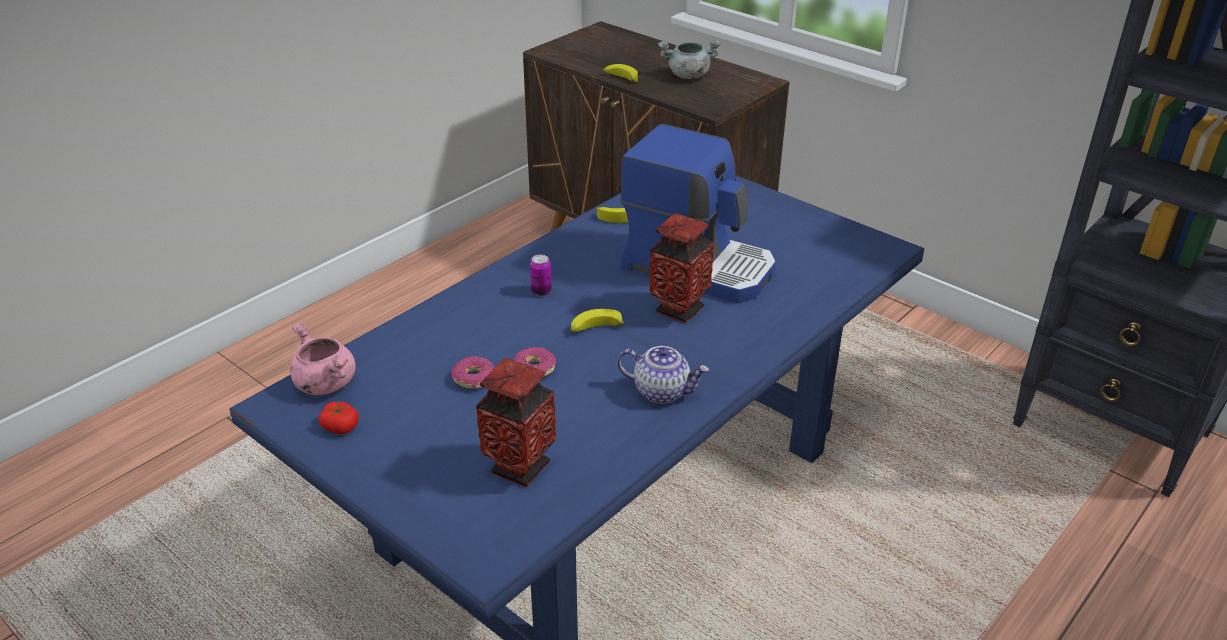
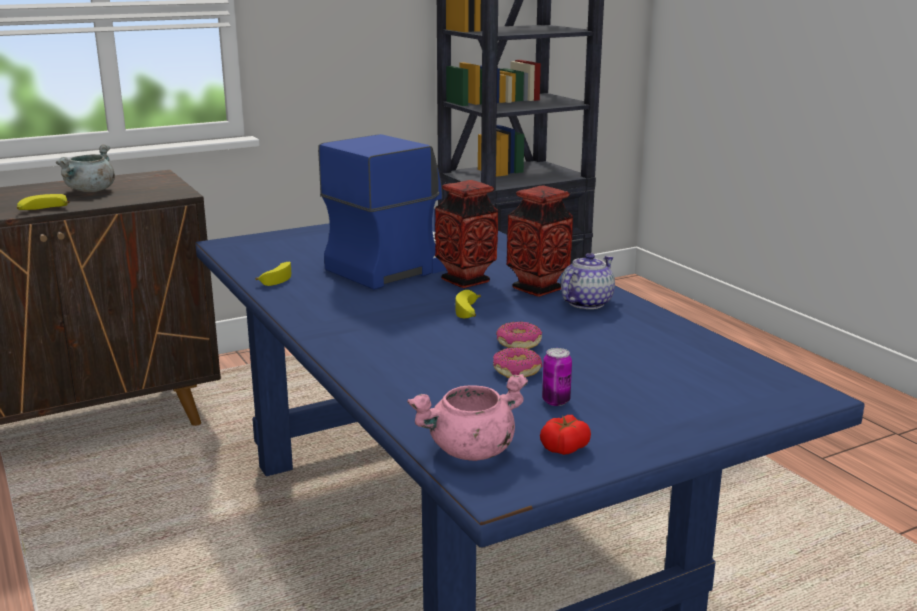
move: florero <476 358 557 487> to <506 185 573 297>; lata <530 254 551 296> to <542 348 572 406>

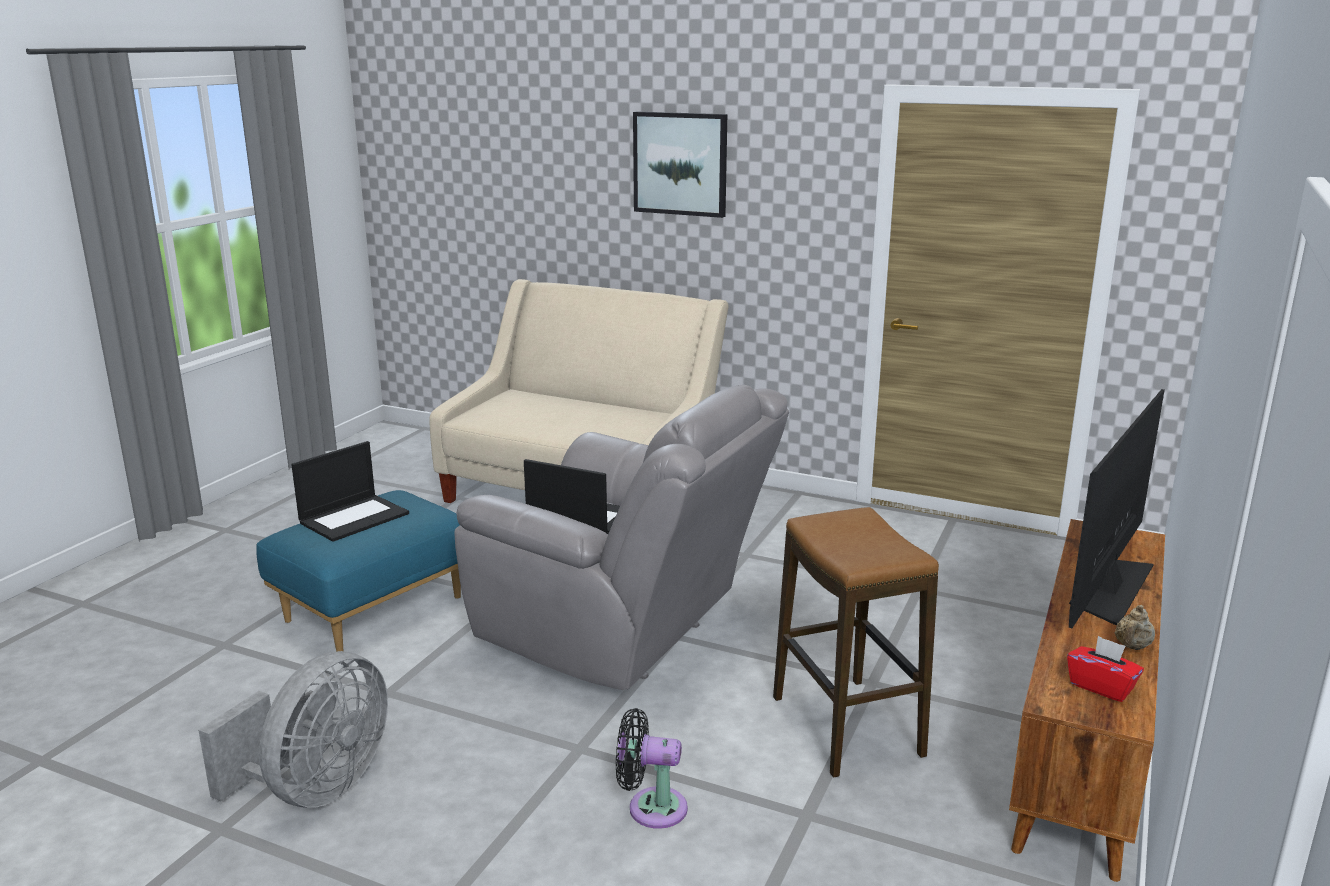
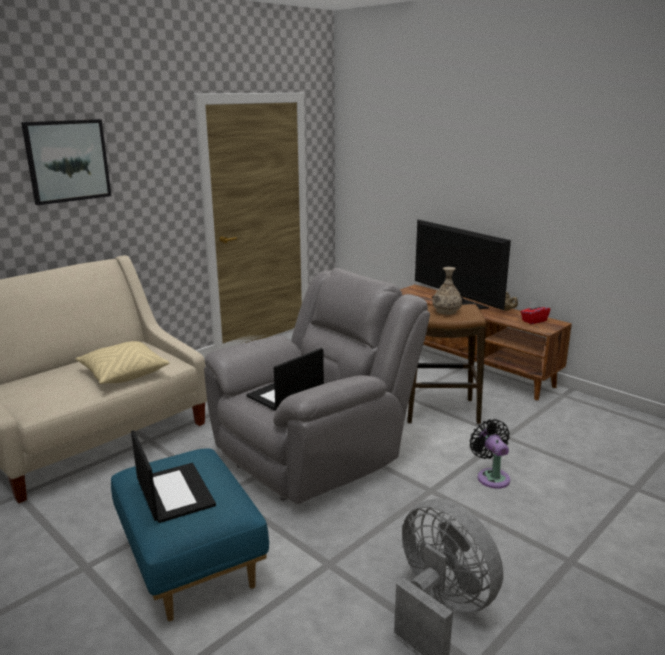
insert: cojín/beis <76 341 170 384>; florero <432 267 462 315>
rotate: ventilador/negro <616 708 688 829> = <470 419 510 489> 135 degrees clockwise

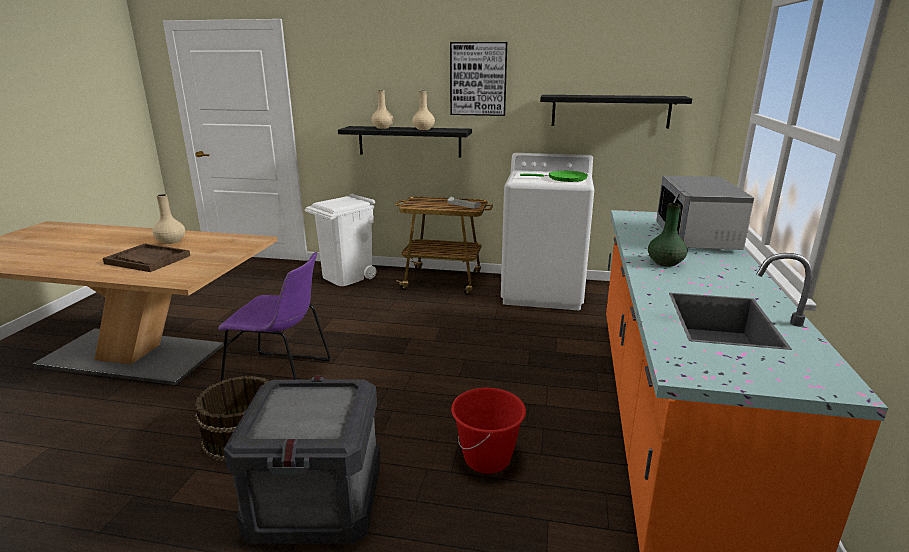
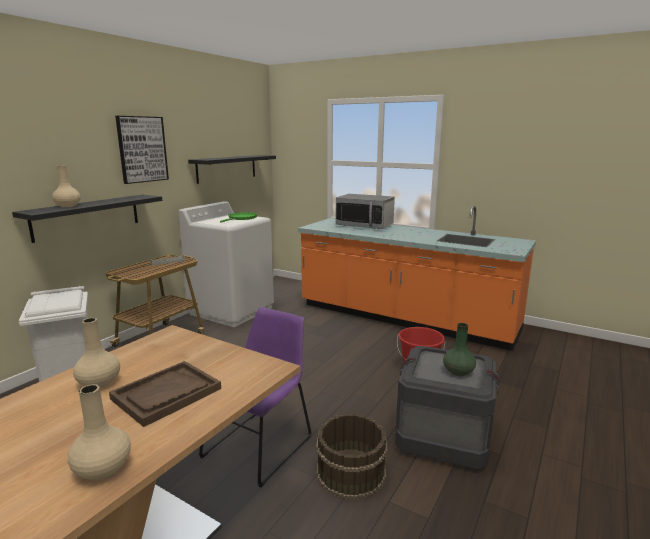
move: florero/beis <412 91 435 130> to <67 384 131 480>; florero/verde <648 203 688 266> to <443 323 476 376>

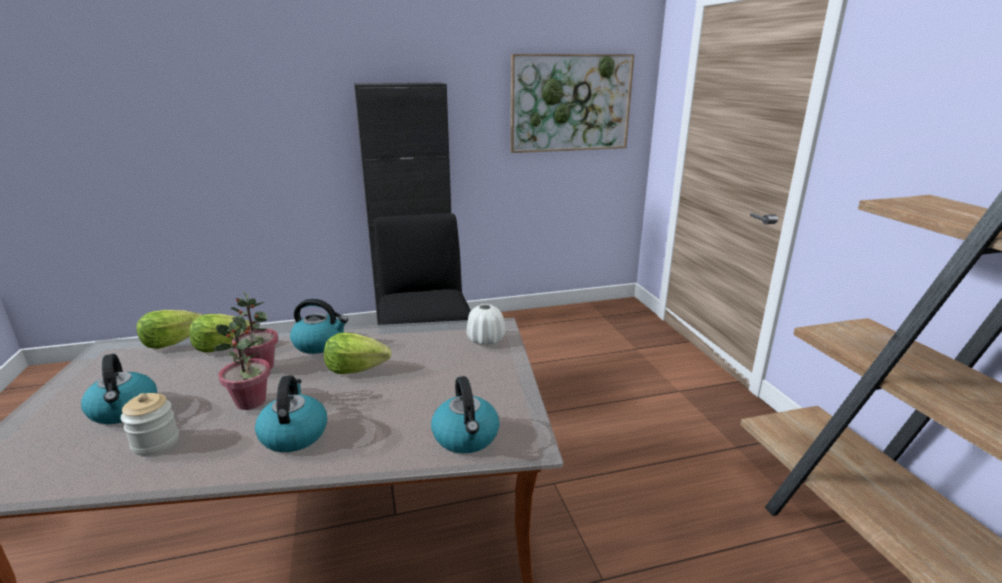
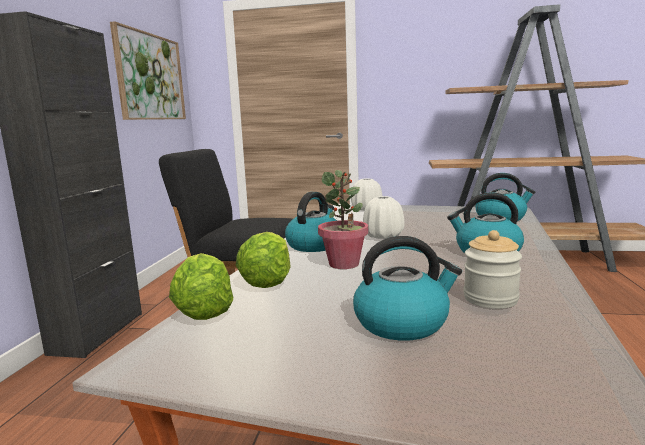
delete: planta en maceta <213 322 271 410>
replace: lechuga <324 332 391 374> to florero/blanco <363 196 404 239>

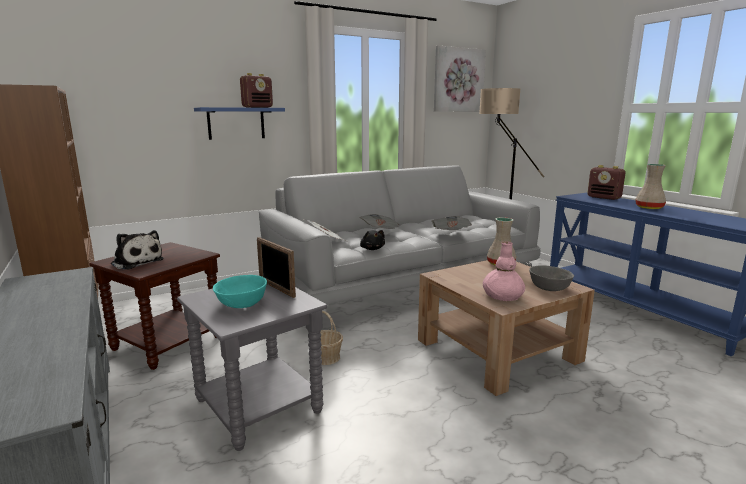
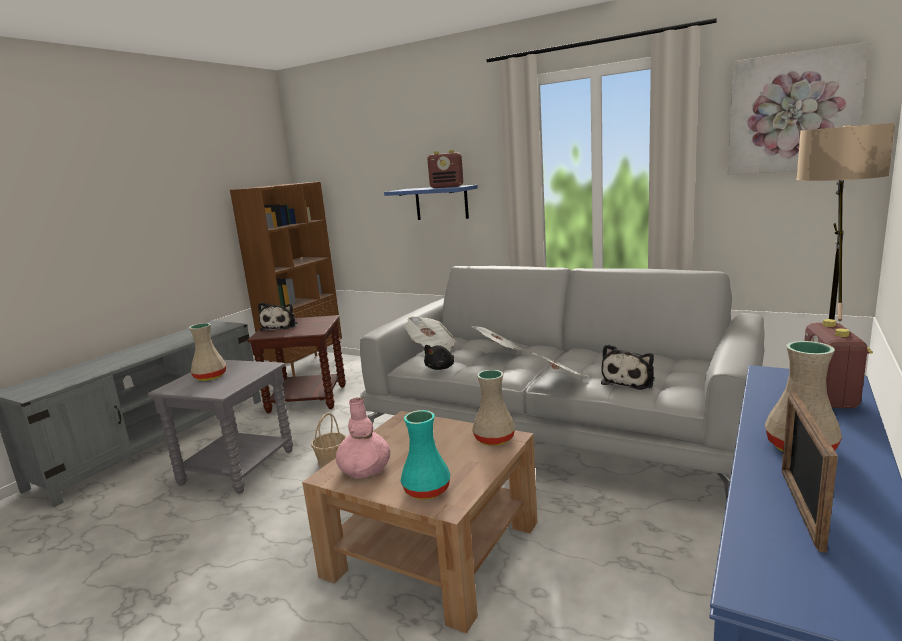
insert: peluche <601 344 655 390>
move: portarretratos <257 237 296 298> to <782 392 838 553>
replace: cuenco/turquesa <213 275 267 308> to florero/beis <189 323 226 381>; cuenco/gris <529 265 574 291> to florero/turquesa <401 410 450 500>

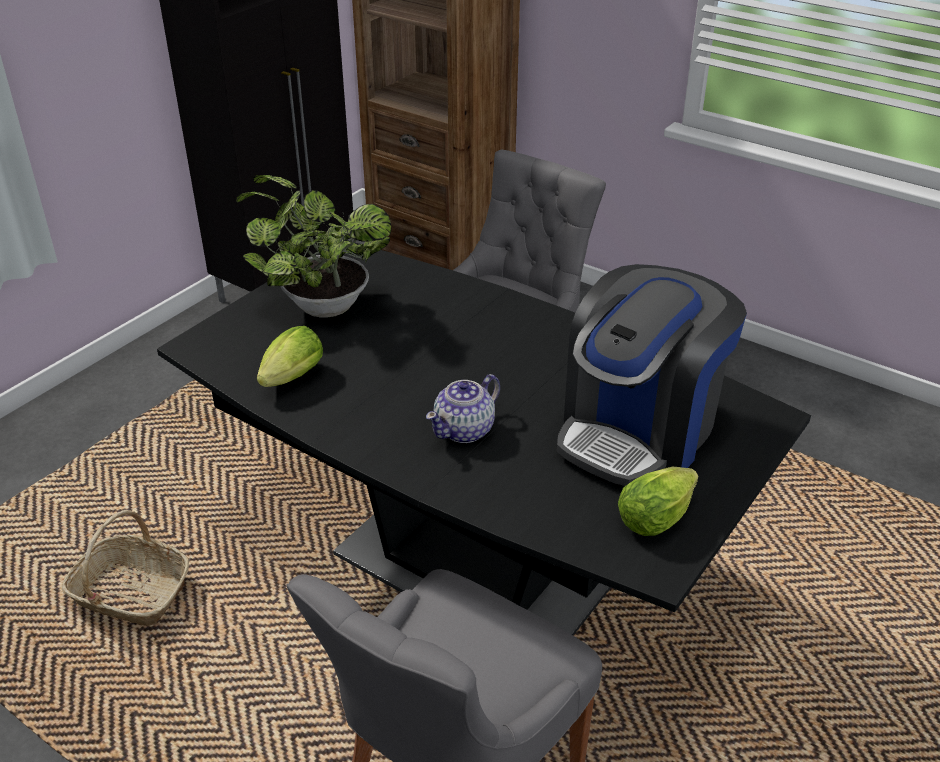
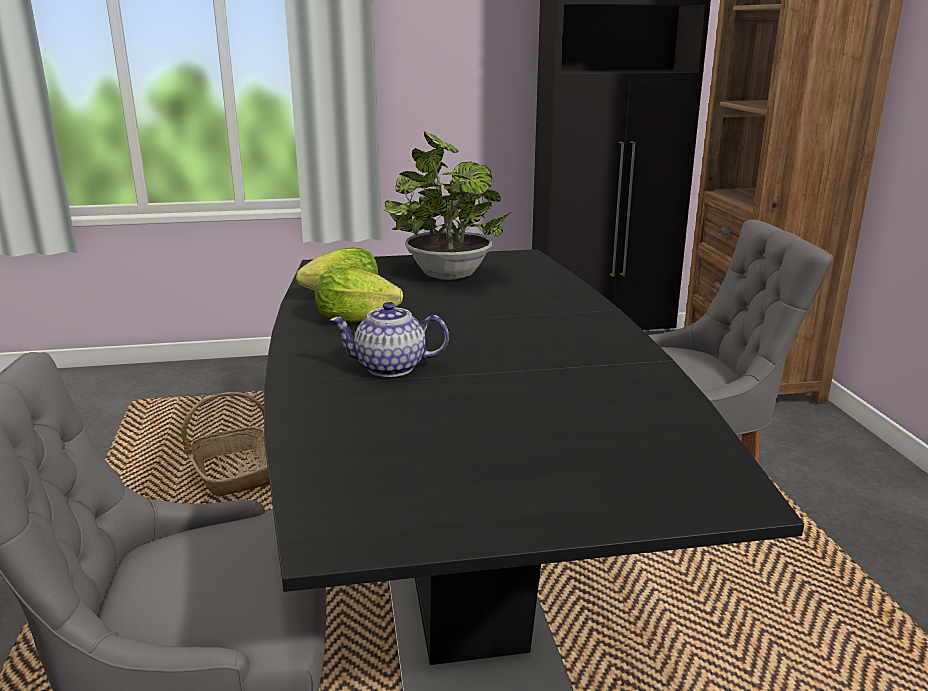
delete: cafetera <557 264 747 486>
move: lechuga <618 467 699 536> to <315 267 403 322>

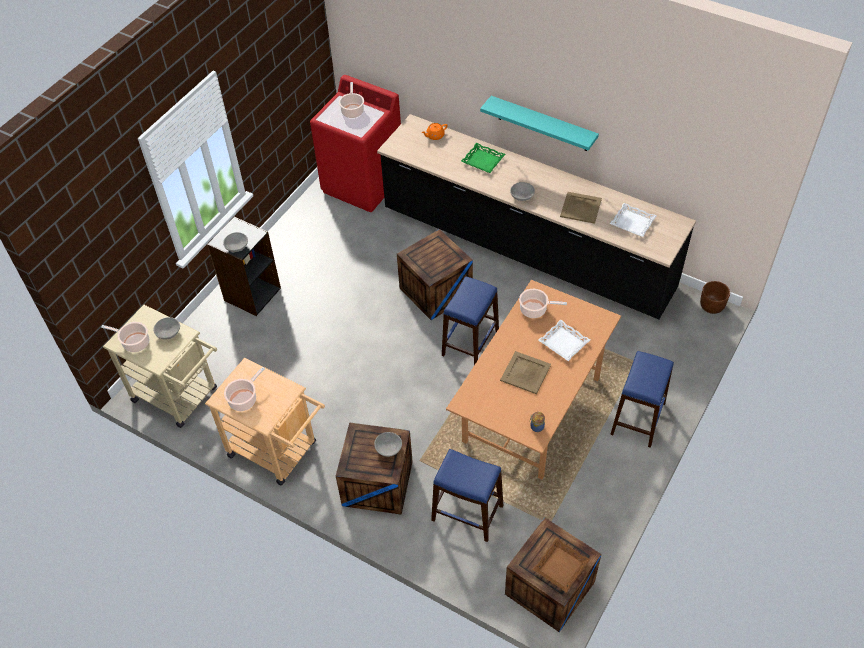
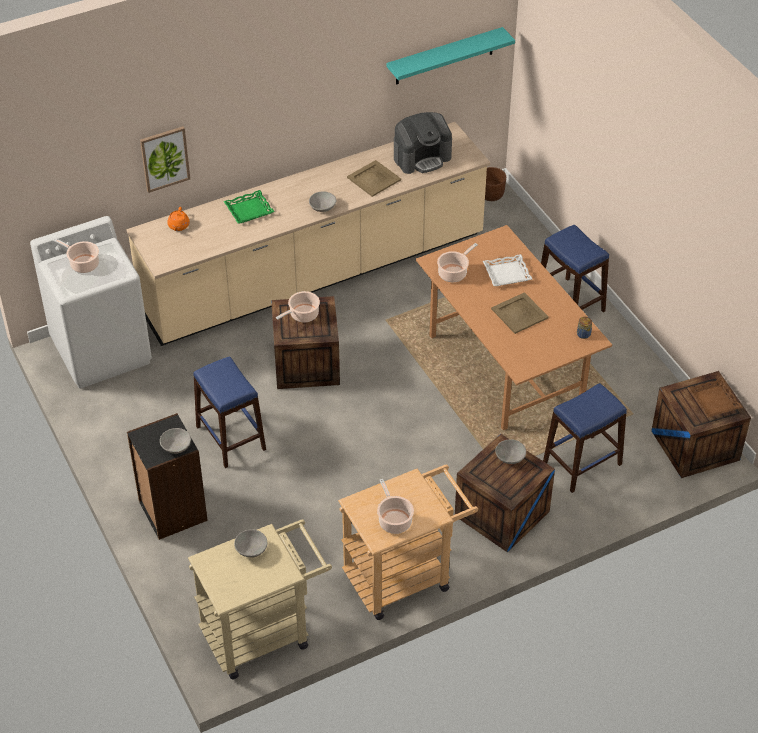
insert: cuadro <140 126 190 193>
move: olla <101 322 149 352> to <276 291 320 322>; taburete/azul <442 277 499 365> to <193 357 266 468>; estante/turquesa <480 96 599 151> to <386 27 515 85>
replace: bandeja/blanco <610 203 656 237> to cafetera <394 112 452 174>
recolor: lavadora/rojo <310 75 401 212> to lavadora/blanco <30 216 152 388>; mueble bajo de cocina/negro <377 114 696 319> to mueble bajo de cocina/beis <126 122 490 346>

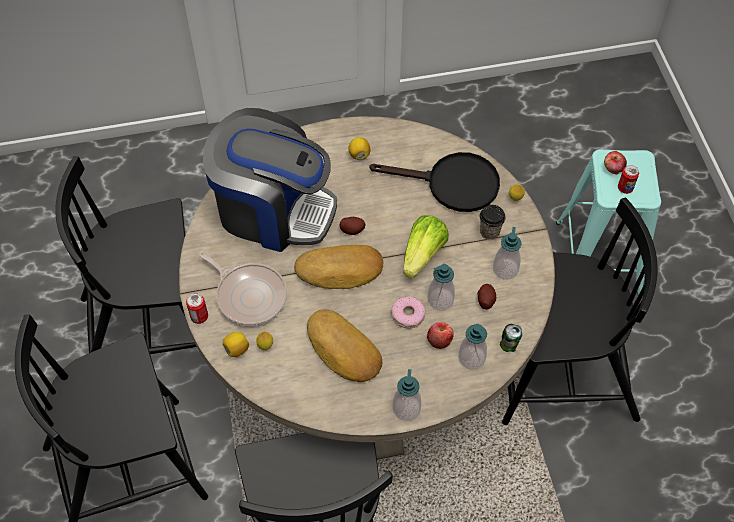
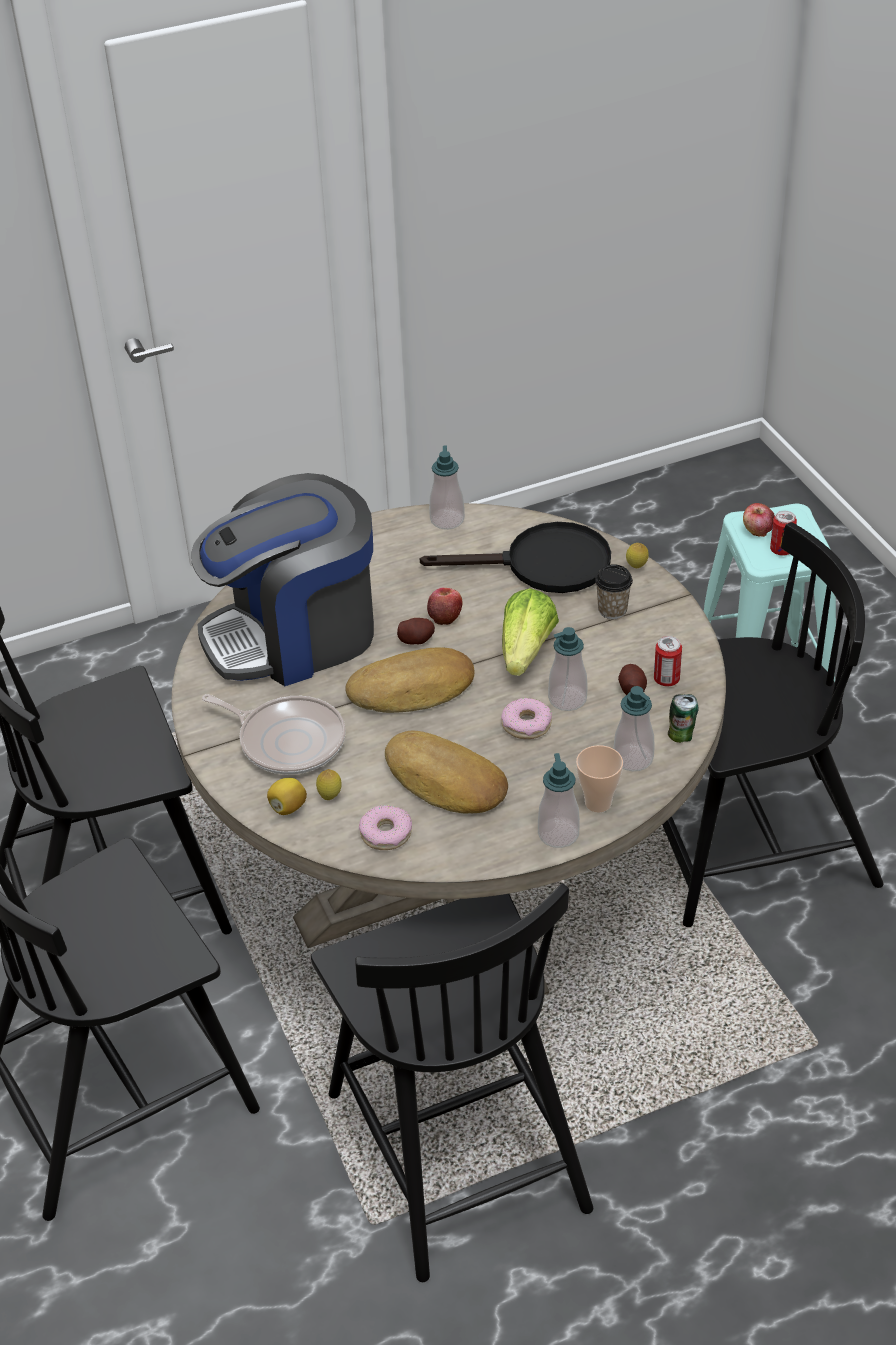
delete: limón <349 137 370 160>
insert: rosquilla <359 805 412 850>; taza <576 745 623 813>
move: lata <186 293 208 324> to <654 636 682 686>; manzana <427 322 454 349> to <427 588 462 625>; dispensador de jabón <493 227 521 280> to <429 445 465 530>
rotate: cafetera <203 108 337 252> = <191 473 374 686> 150 degrees clockwise

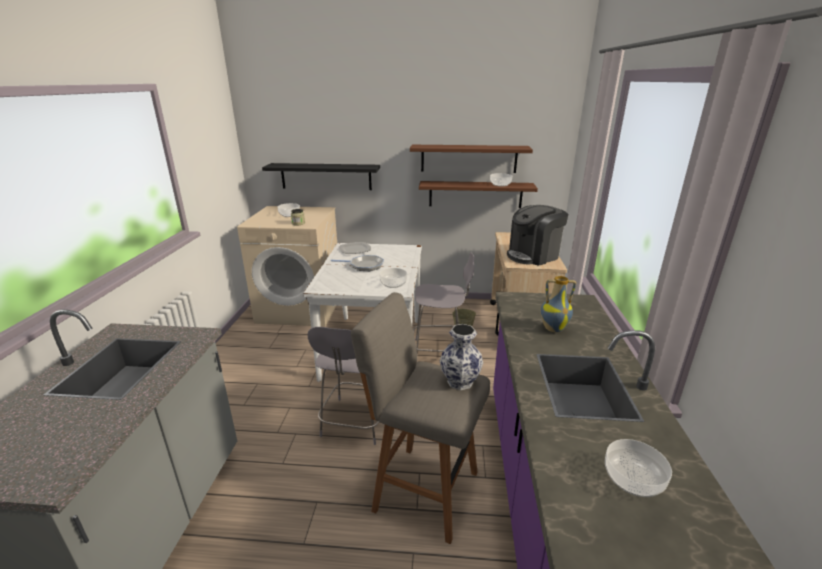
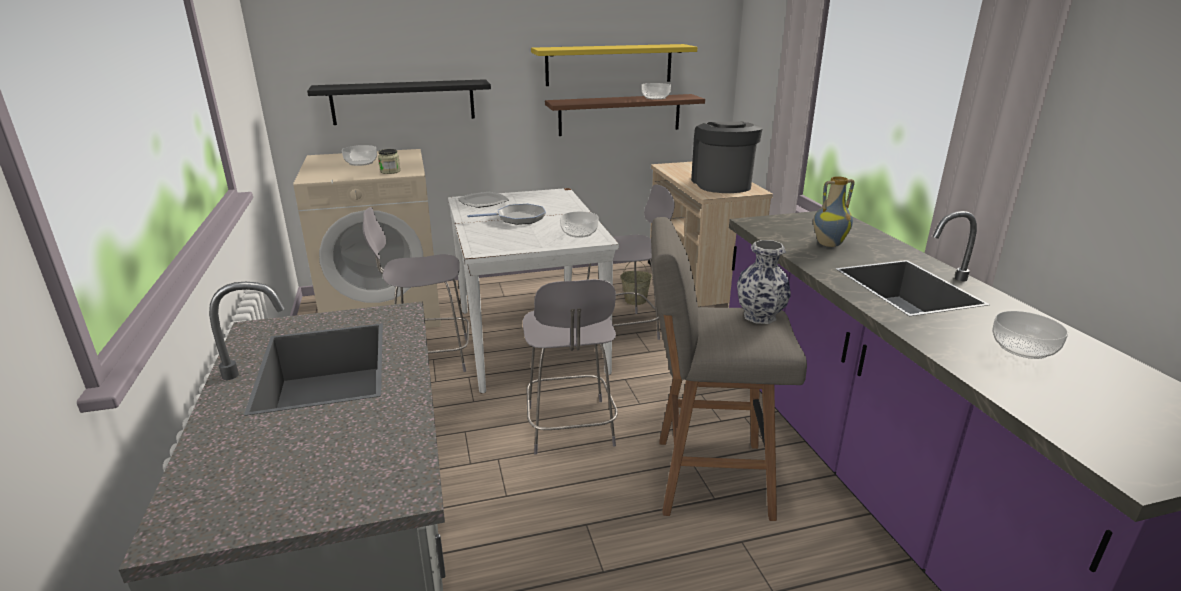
insert: silla/gris <363 207 470 372>
recolor: estante/marrón <410 145 533 173> to estante/amarillo <531 44 698 86>
rotate: cafetera <507 205 568 266> = <691 122 762 193> 135 degrees clockwise

